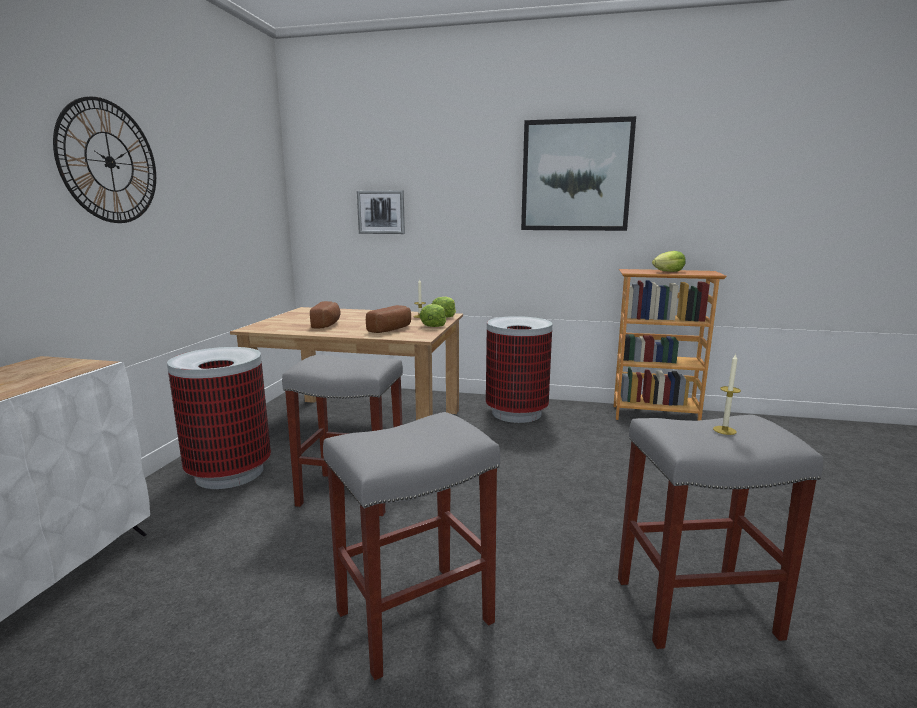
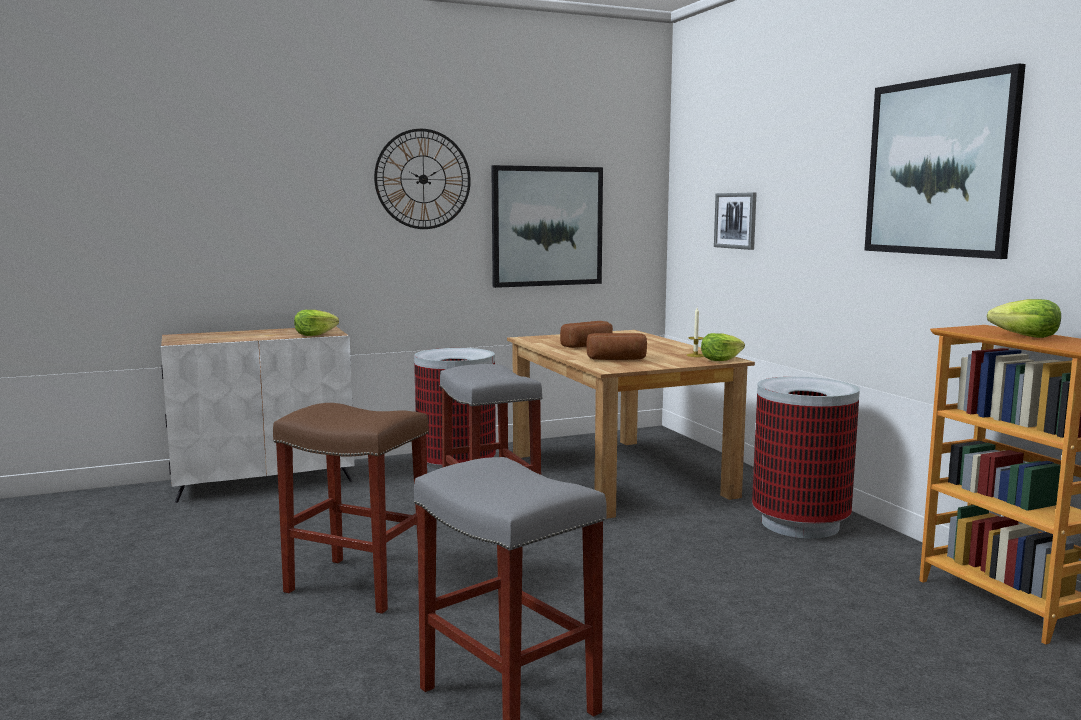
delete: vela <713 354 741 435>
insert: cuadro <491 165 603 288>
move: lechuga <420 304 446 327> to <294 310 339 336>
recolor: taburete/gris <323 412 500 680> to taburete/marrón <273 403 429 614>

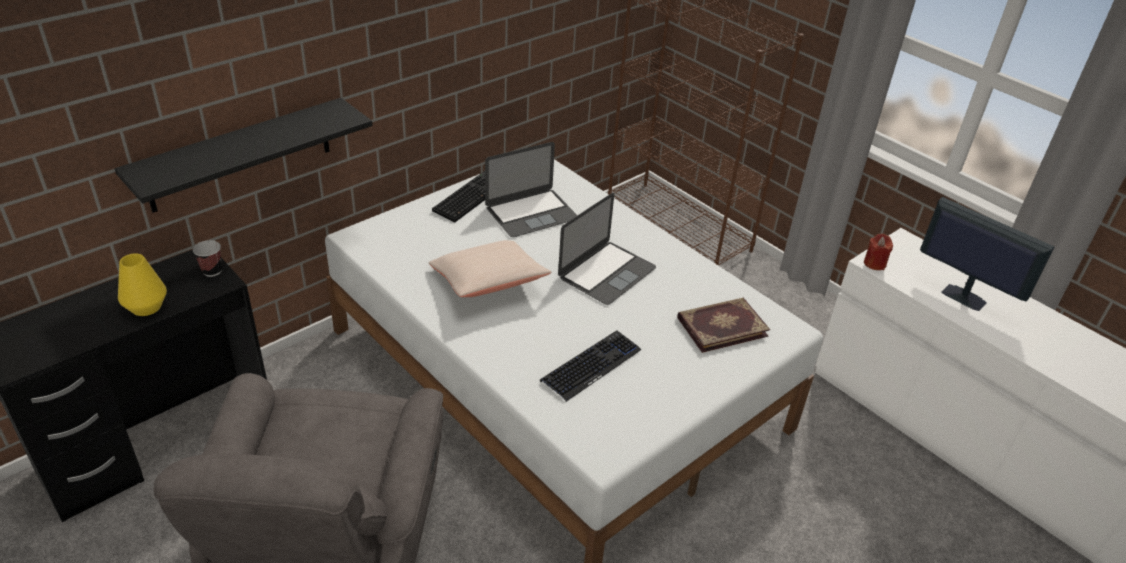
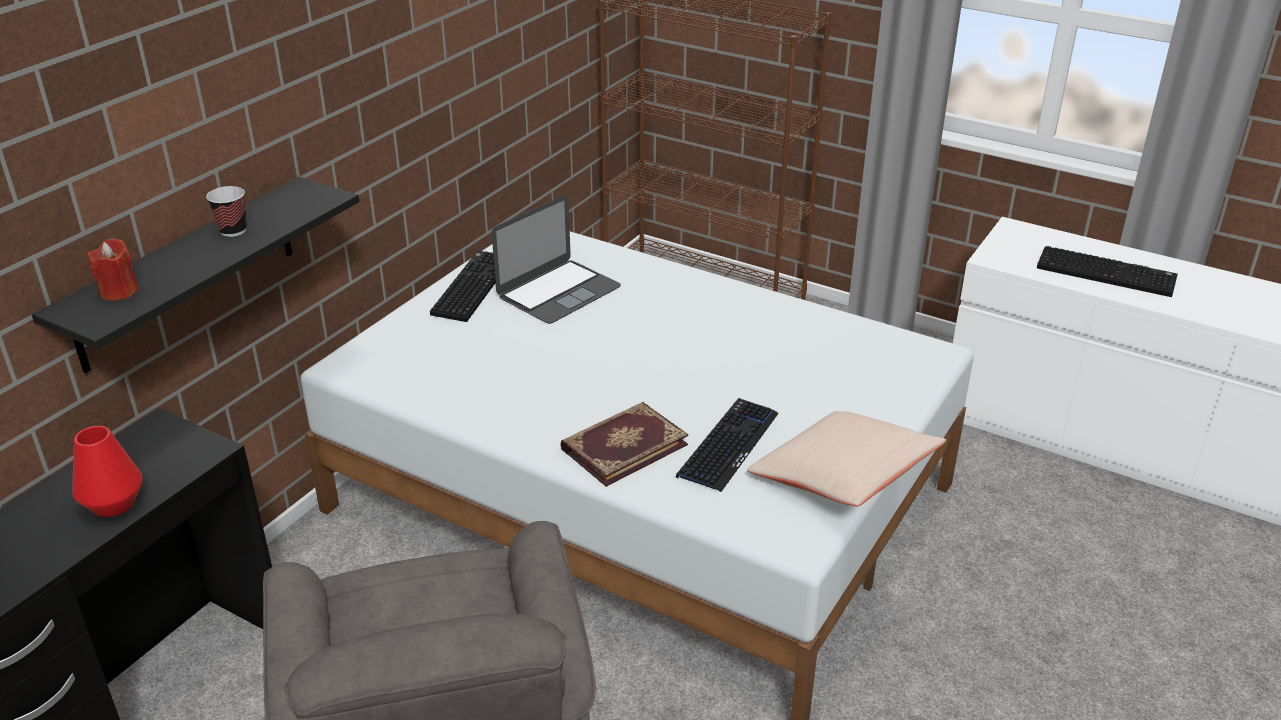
delete: portátil <558 193 656 305>
move: taza <193 240 222 277> to <206 186 247 237>; cojín/beis <428 240 552 297> to <747 411 946 506>; libro <678 298 770 353> to <560 402 688 487>; vela/rojo <864 234 893 270> to <87 238 139 301>
replace: monitor <920 197 1054 311> to teclado <1037 246 1178 297>
recolor: florero/amarillo <118 253 167 316> to florero/rojo <72 426 143 517>

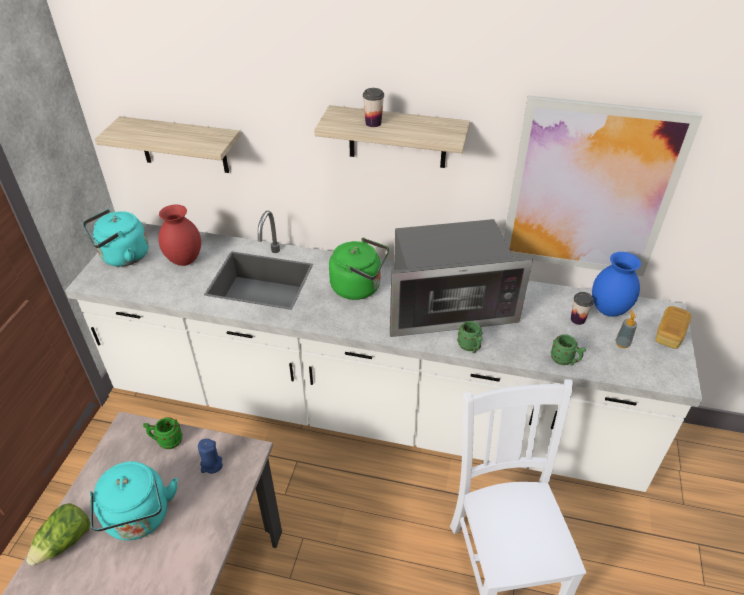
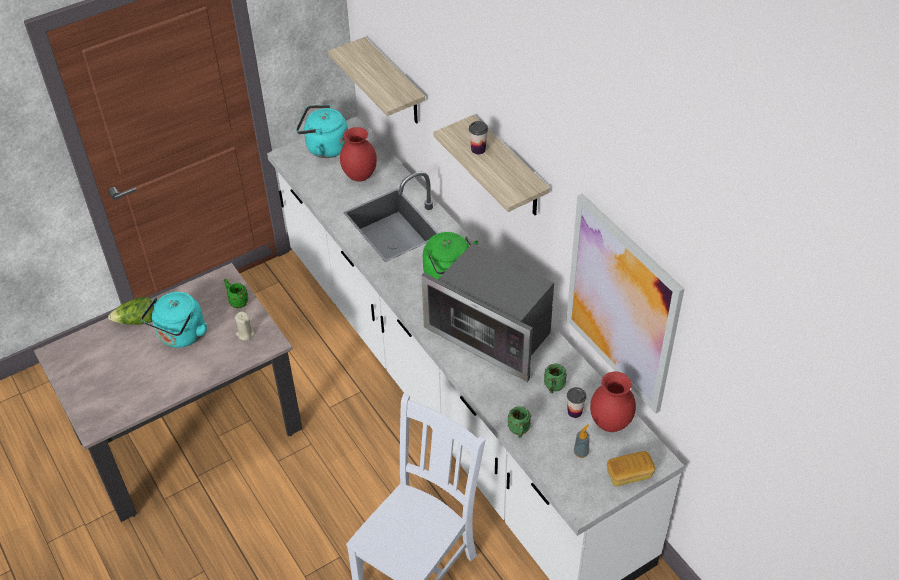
move: taza grande/verde <457 321 483 353> to <544 363 567 394>
recolor: vela/azul <198 439 223 474> to vela/beis <235 311 255 341>; florero/azul <592 252 641 317> to florero/rojo <590 372 636 432>

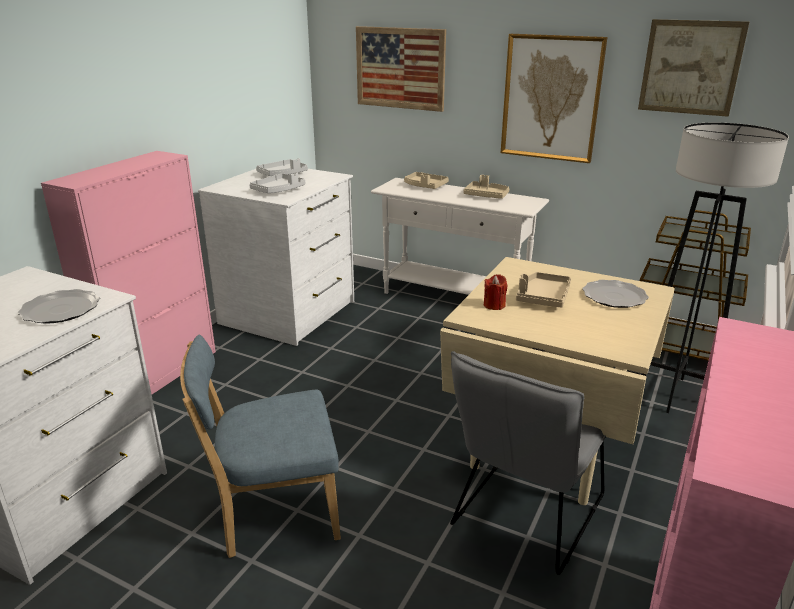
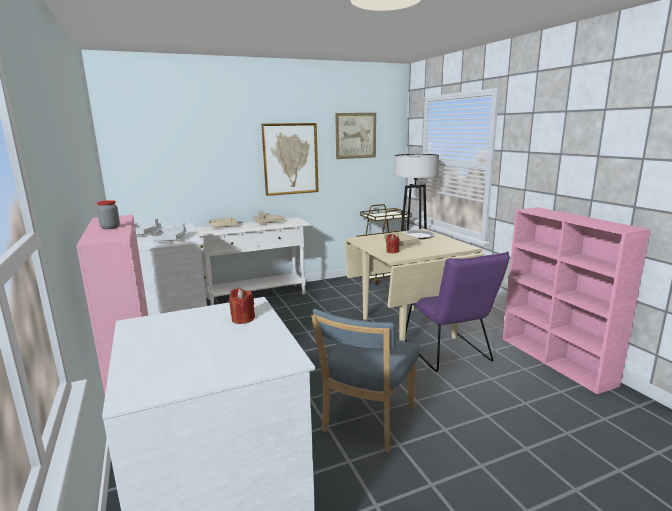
delete: cuadro <356 26 446 112>
insert: tarro <97 200 120 229>
replace: plato <18 289 100 324> to vela/rojo <229 288 255 324>
recolor: silla/gris <450 351 606 575> to silla/morado <405 252 510 372>

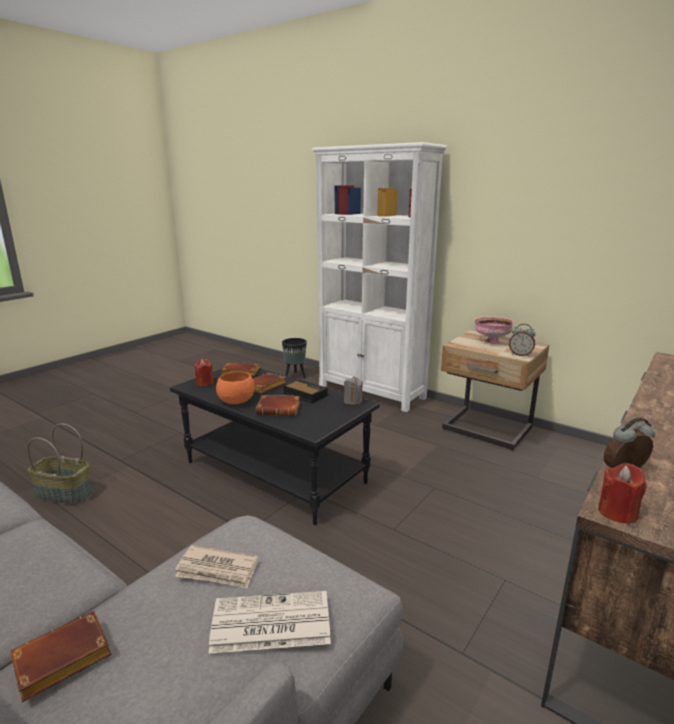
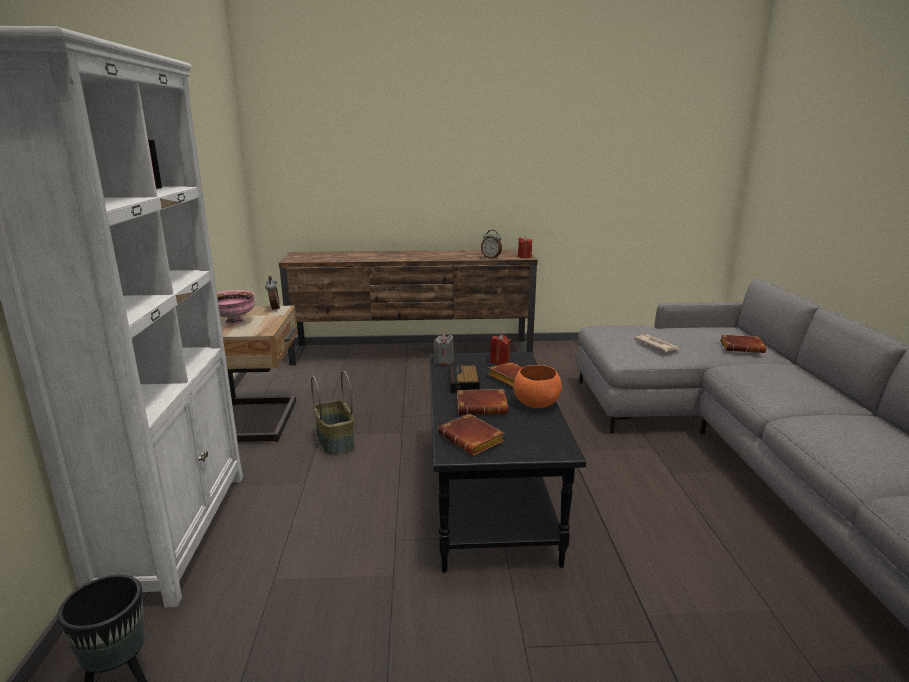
delete: periódico <208 591 331 654>
move: cesta <27 424 93 505> to <311 371 355 455>; vela/rojo <194 359 213 386> to <490 334 511 365>

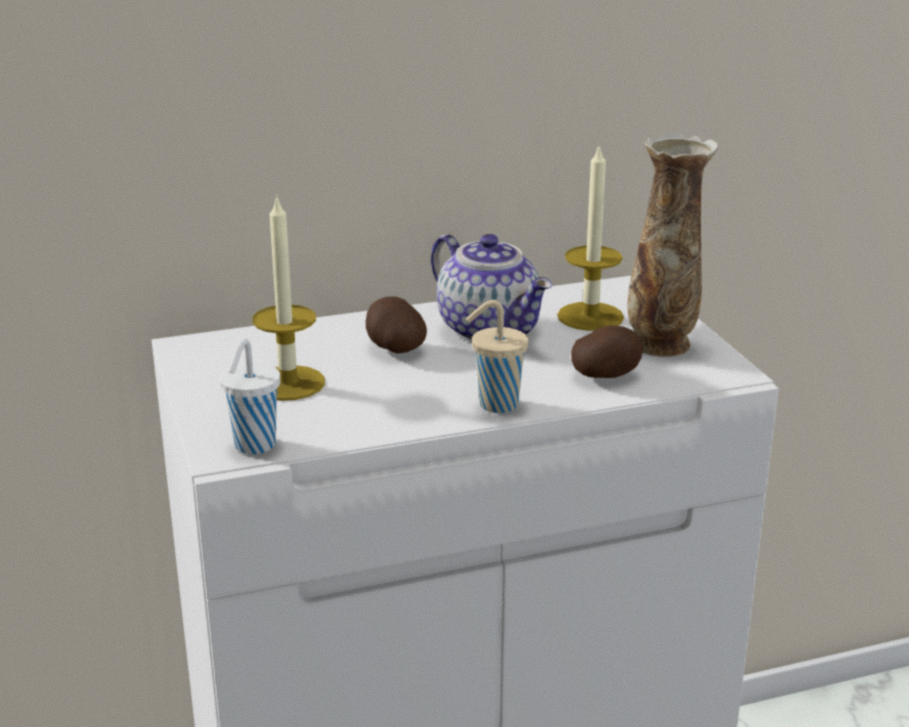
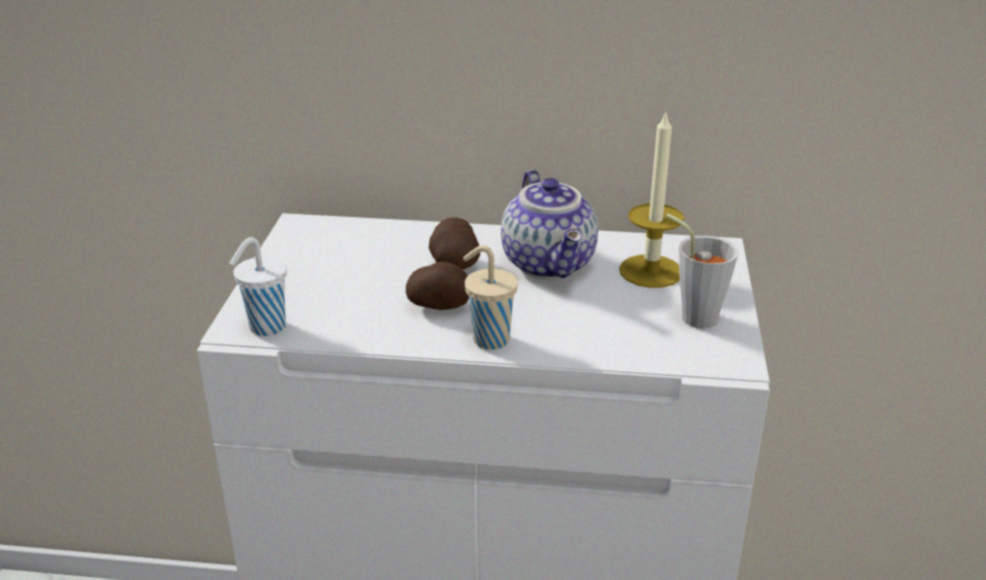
delete: vela <252 194 325 401>
move: patata <571 325 643 378> to <406 261 469 310>
replace: florero <627 133 719 357> to taza/gris <666 214 739 329>

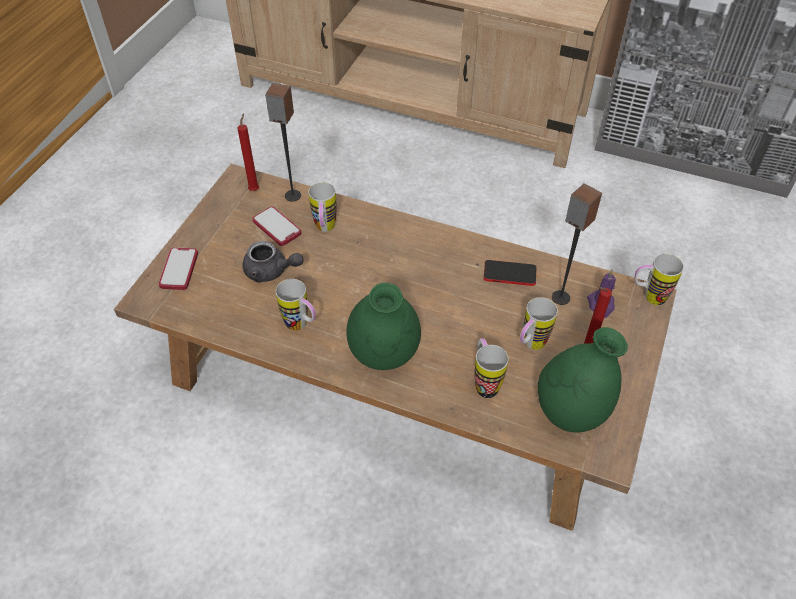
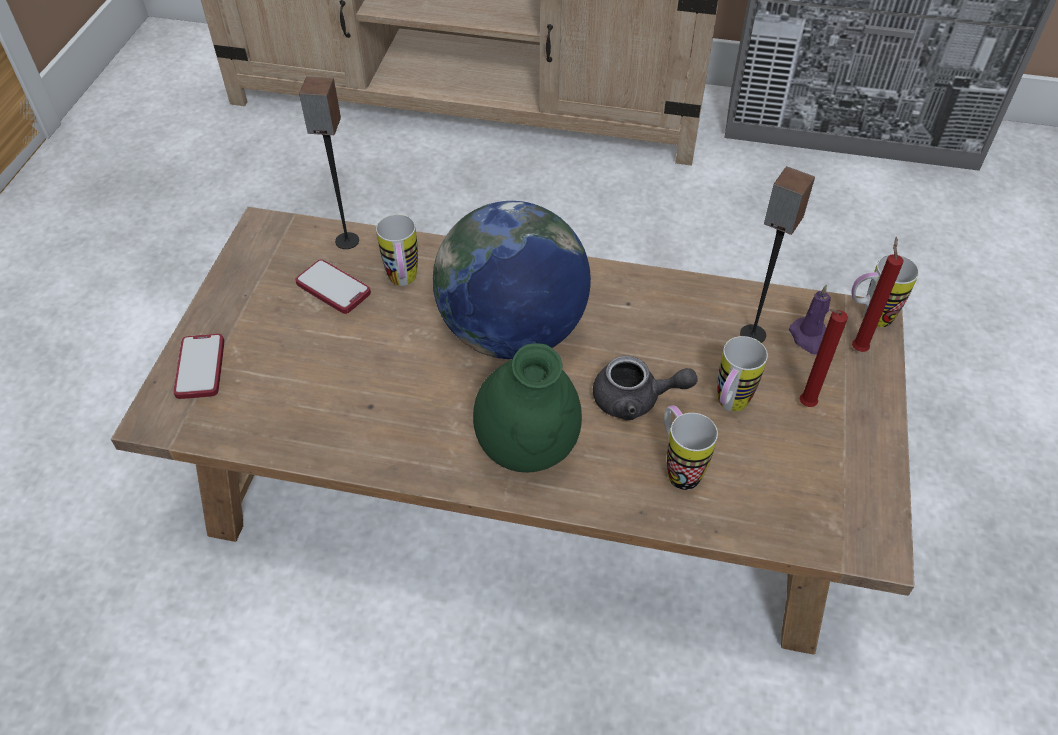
delete: taza grande <276 279 316 331>; móvil <483 260 536 286>; florero/verde <538 327 628 432>
insert: globo terráqueo <433 201 591 359>
move: vela/rojo <237 113 259 191> to <852 237 904 352>; tetera/gris <243 241 303 283> to <593 356 698 420>

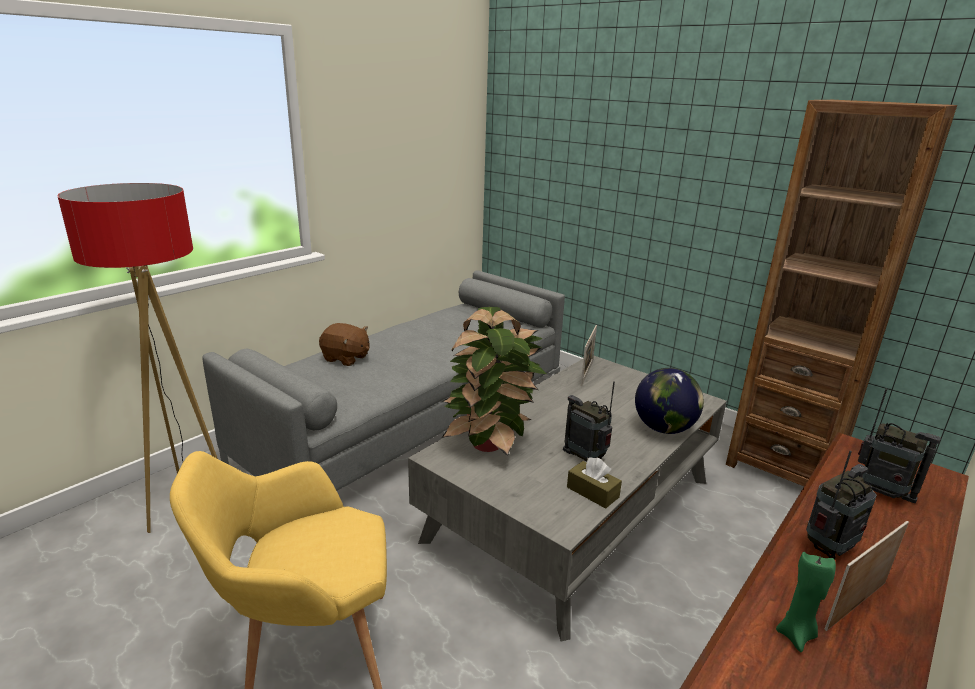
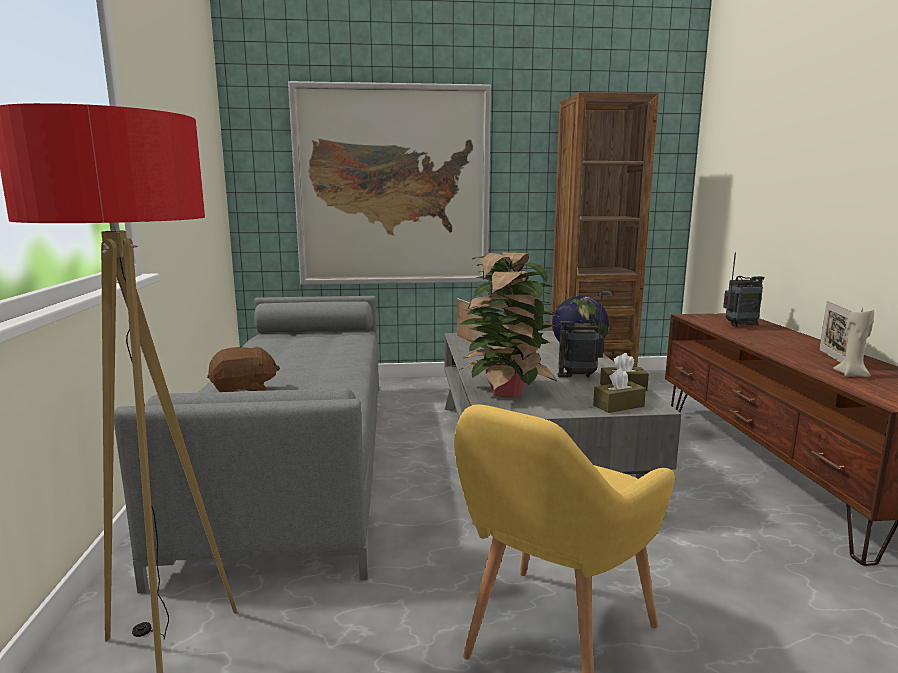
delete: radio <806 450 877 559>
insert: cuadro <288 81 491 285>; caja de pañuelos/marrón <593 368 646 413>
recolor: vela/verde <776 552 836 652> to vela/beis <833 306 874 377>

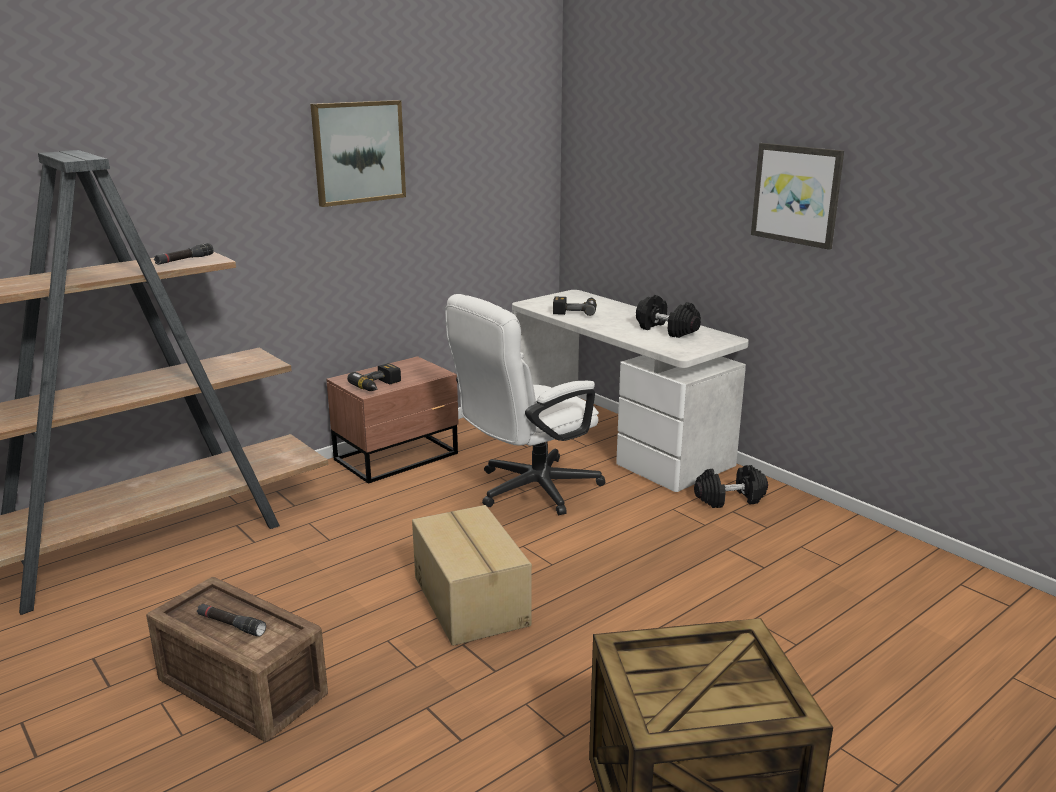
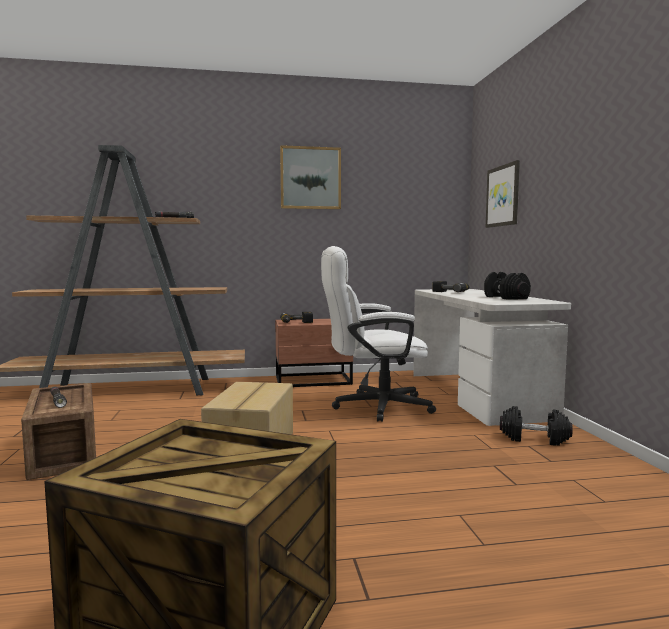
move: cuadro <751 143 844 250> to <486 160 520 228>

